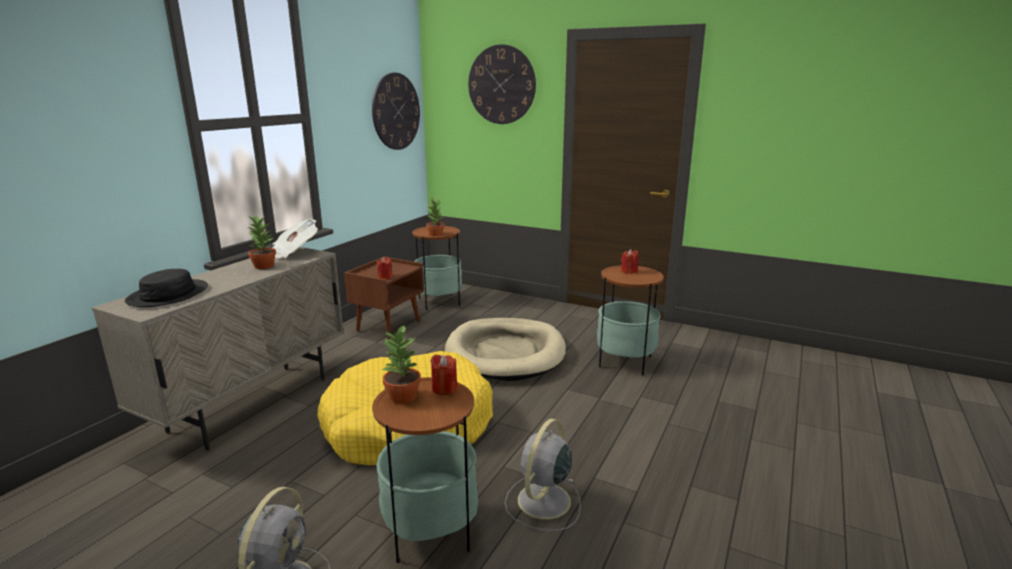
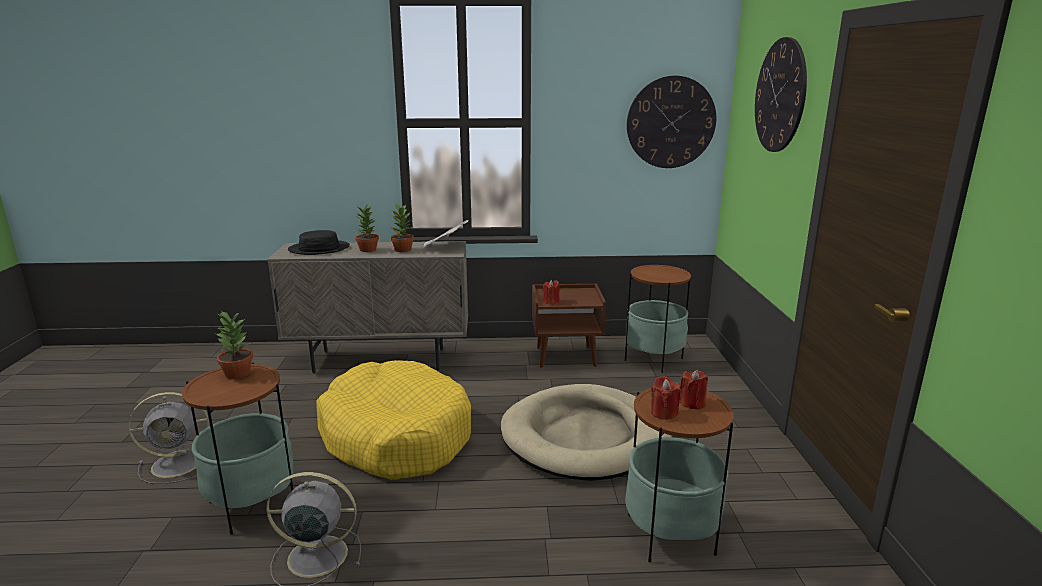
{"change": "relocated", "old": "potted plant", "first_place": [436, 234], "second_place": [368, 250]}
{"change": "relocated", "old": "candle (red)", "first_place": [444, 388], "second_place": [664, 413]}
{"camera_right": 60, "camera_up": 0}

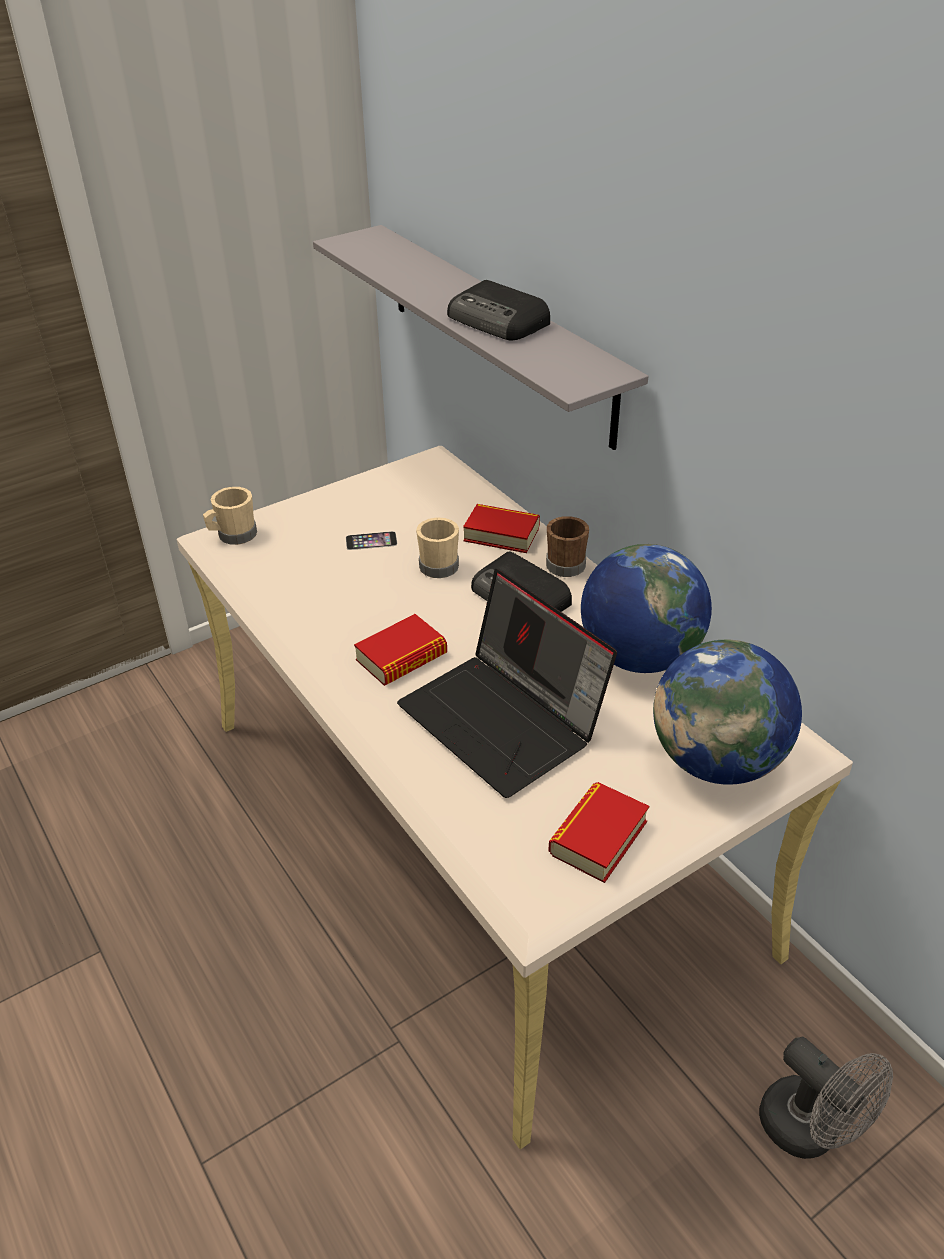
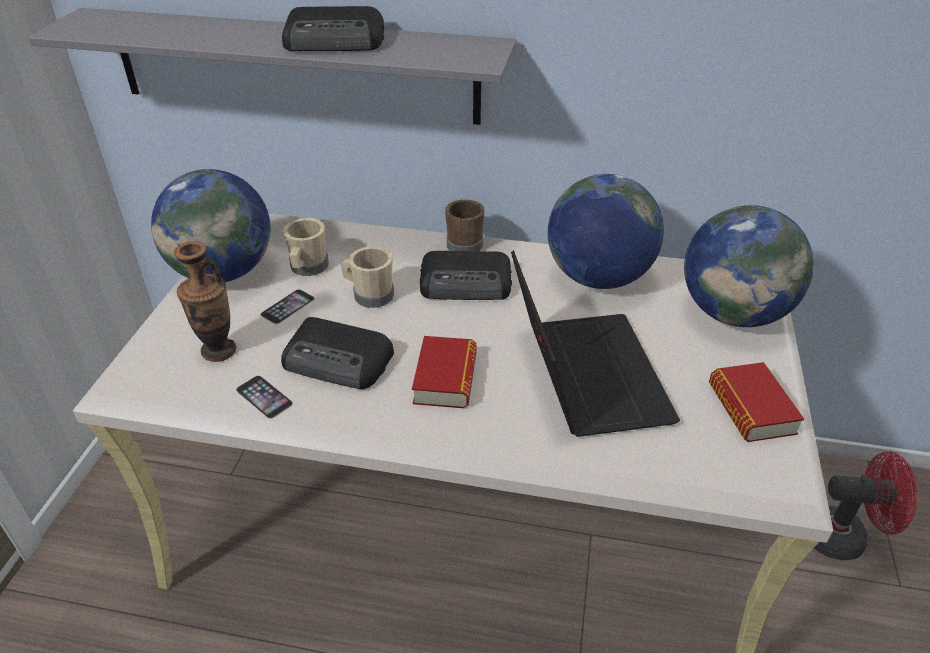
{"change": "relocated", "old": "mug (beige)", "first_place": [233, 536], "second_place": [307, 268]}
{"change": "missing", "old": "book", "first_place": [501, 534]}
{"change": "spun", "old": "laptop", "first_place": [505, 720], "second_place": [584, 374], "degrees": -105}
{"change": "colour", "old": "fan (grey)", "new": "fan (red)", "first_place": [810, 1131], "second_place": [844, 537]}
{"change": "appeared", "new": "globe", "second_place": [224, 272]}
{"change": "appeared", "new": "vase", "second_place": [218, 350]}
{"change": "appeared", "new": "radio", "second_place": [339, 361]}
{"change": "appeared", "new": "phone", "second_place": [264, 396]}
{"camera_right": -45, "camera_up": 0}

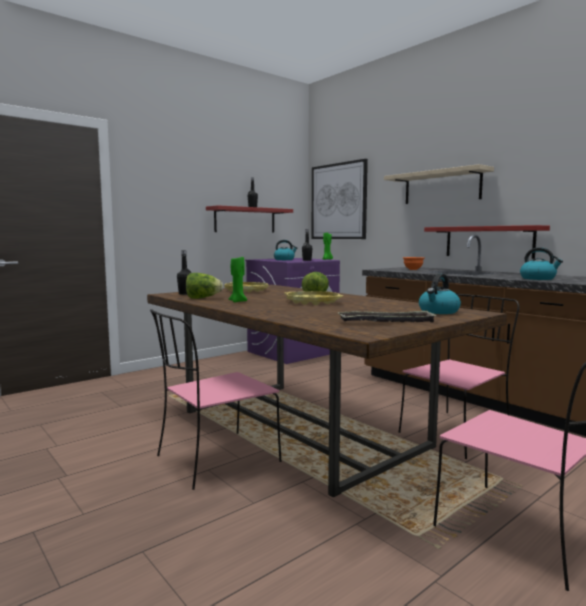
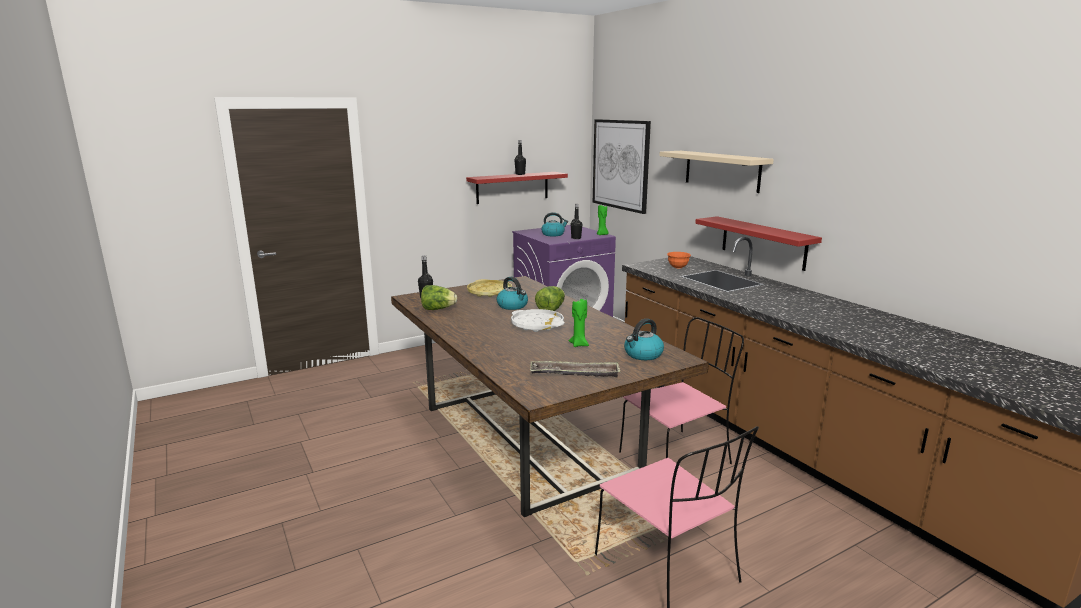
{"change": "relocated", "old": "kettle", "first_place": [538, 278], "second_place": [513, 306]}
{"change": "relocated", "old": "candle (green)", "first_place": [238, 301], "second_place": [579, 344]}
{"change": "colour", "old": "tray (yellow)", "new": "tray (white)", "first_place": [313, 302], "second_place": [537, 325]}
{"change": "missing", "old": "chair (pink)", "first_place": [215, 460]}
{"camera_right": 10, "camera_up": 10}

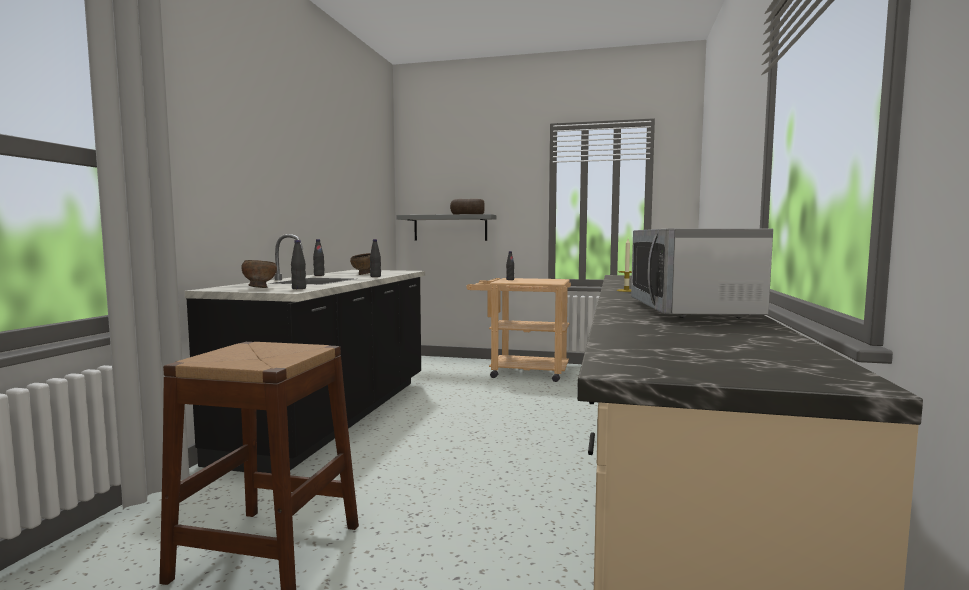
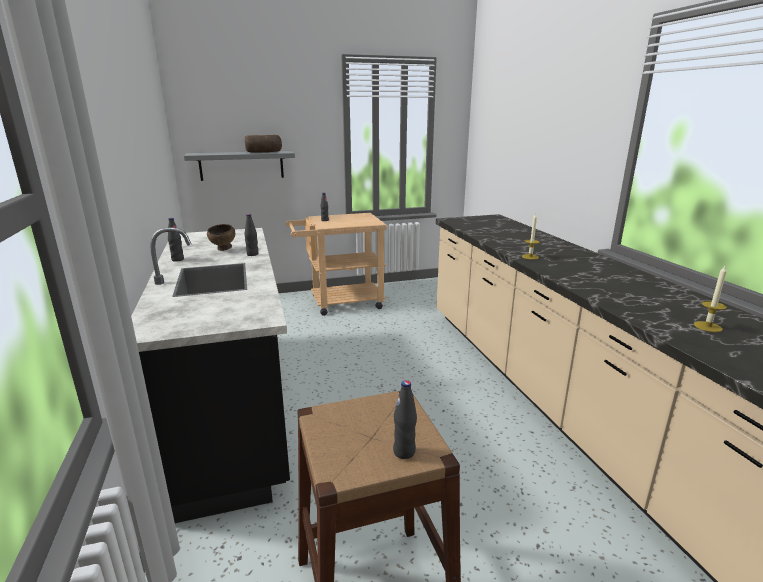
{"change": "missing", "old": "microwave", "first_place": [692, 310]}
{"change": "relocated", "old": "bottle (black)", "first_place": [299, 288], "second_place": [404, 452]}
{"change": "missing", "old": "bowl (brown)", "first_place": [259, 288]}
{"change": "appeared", "new": "candle", "second_place": [707, 326]}
{"camera_right": -30, "camera_up": 15}

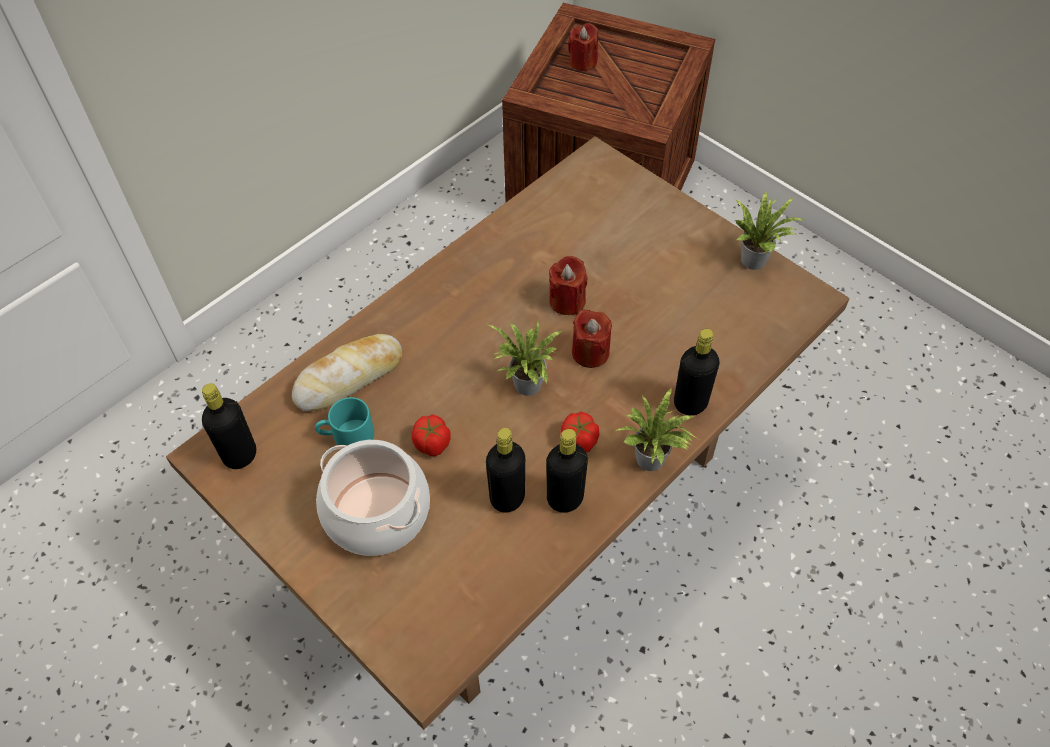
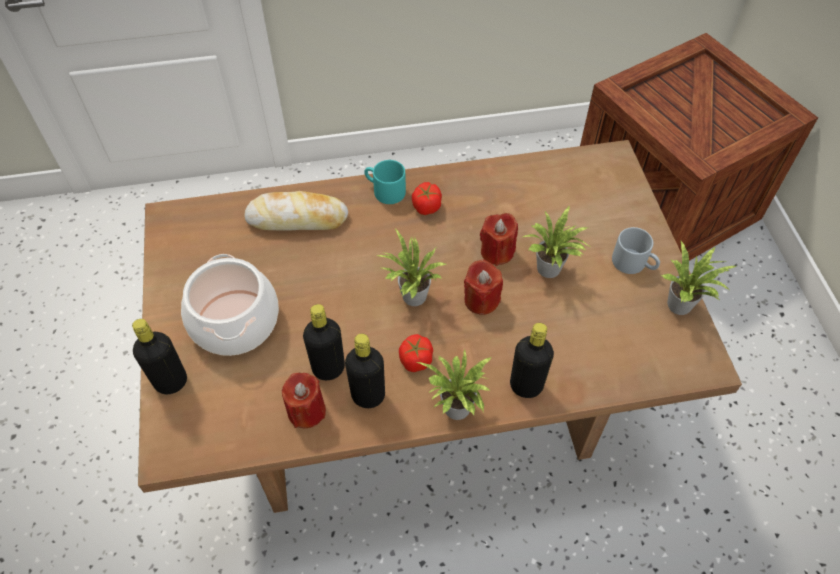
{"change": "relocated", "old": "candle (red)", "first_place": [583, 62], "second_place": [306, 411]}
{"change": "relocated", "old": "bottle (black)", "first_place": [240, 455], "second_place": [171, 382]}
{"change": "relocated", "old": "mug (turquoise)", "first_place": [347, 436], "second_place": [384, 191]}
{"change": "relocated", "old": "tomato", "first_place": [432, 443], "second_place": [426, 207]}
{"change": "appeared", "new": "potted plant", "second_place": [550, 271]}
{"change": "appeared", "new": "mug (grey)", "second_place": [634, 263]}
{"camera_right": 35, "camera_up": 0}

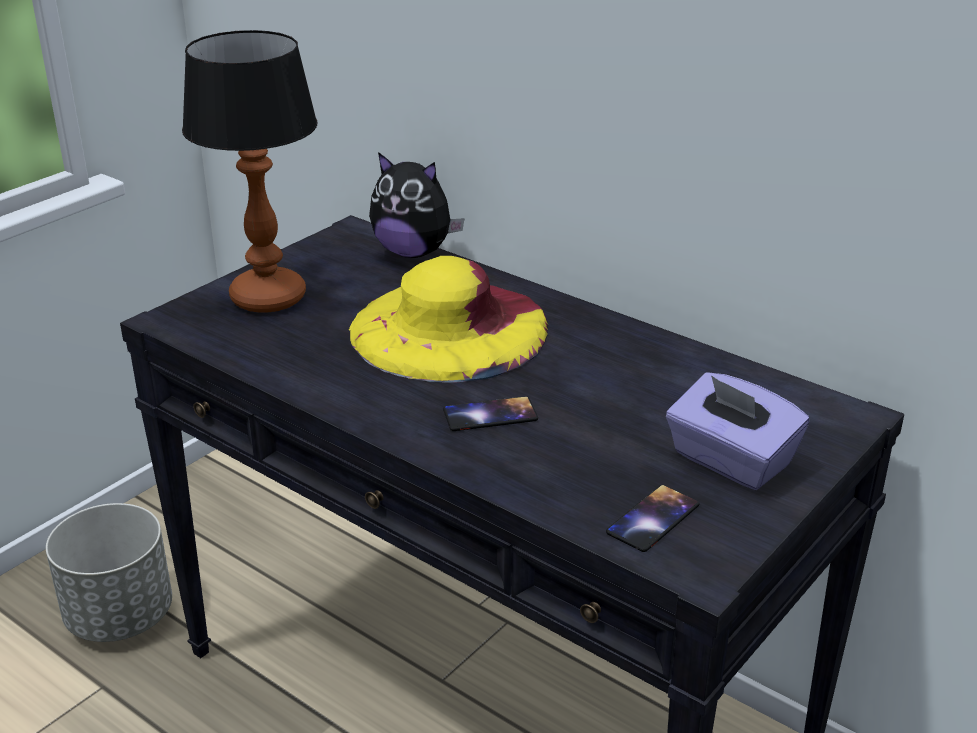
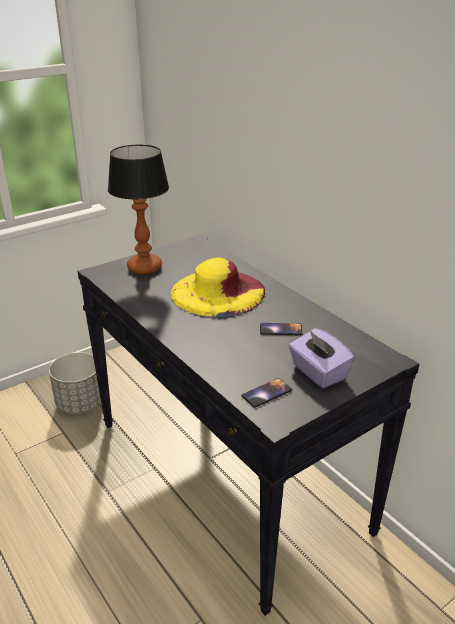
{"change": "missing", "old": "plush toy", "first_place": [414, 252]}
{"change": "relocated", "old": "phone", "first_place": [490, 415], "second_place": [280, 329]}
{"camera_right": 15, "camera_up": 0}

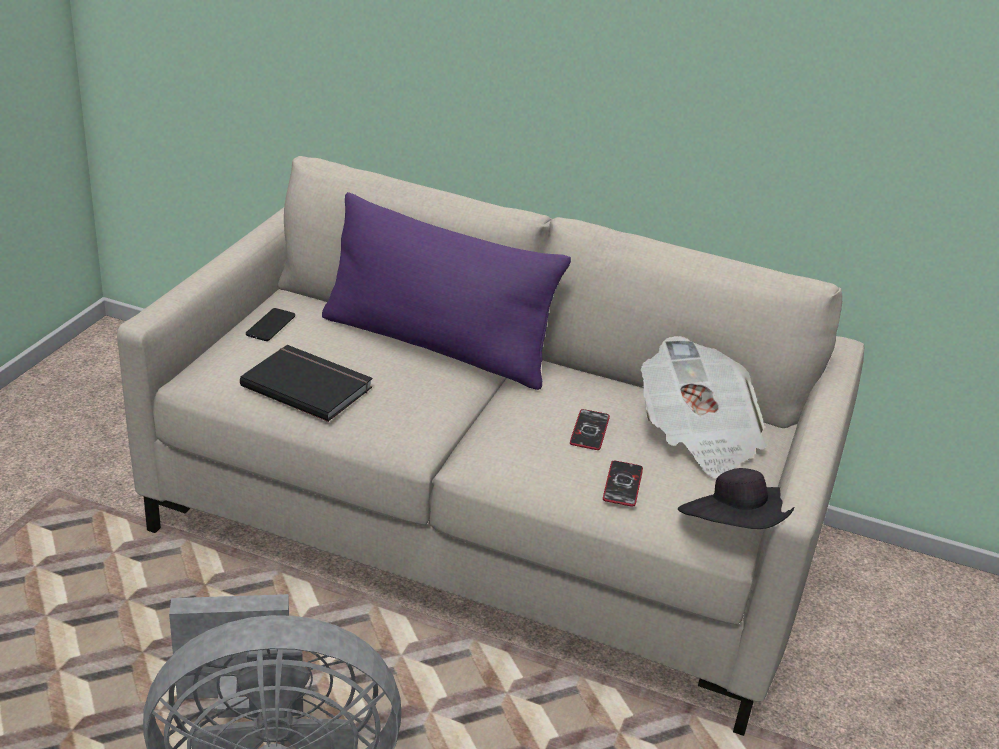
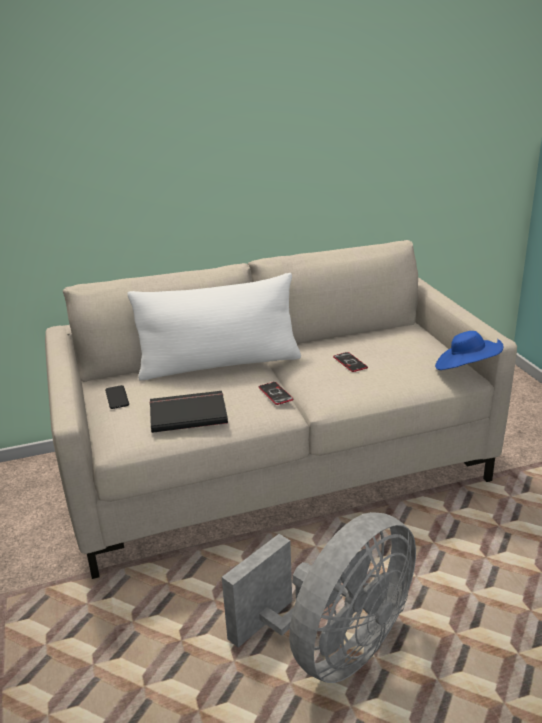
{"change": "colour", "old": "pillow (purple)", "new": "pillow (white)", "first_place": [435, 345], "second_place": [219, 364]}
{"change": "missing", "old": "newspaper", "first_place": [698, 437]}
{"change": "relocated", "old": "phone", "first_place": [622, 484], "second_place": [275, 394]}
{"change": "colour", "old": "hat (black)", "new": "hat (blue)", "first_place": [733, 528], "second_place": [465, 368]}
{"camera_right": -35, "camera_up": -5}

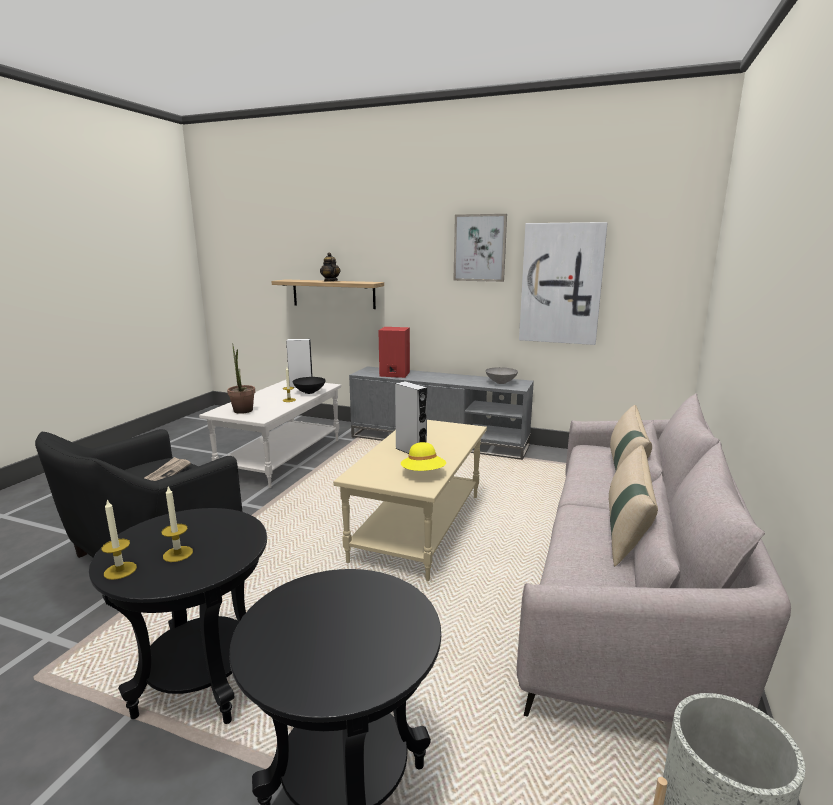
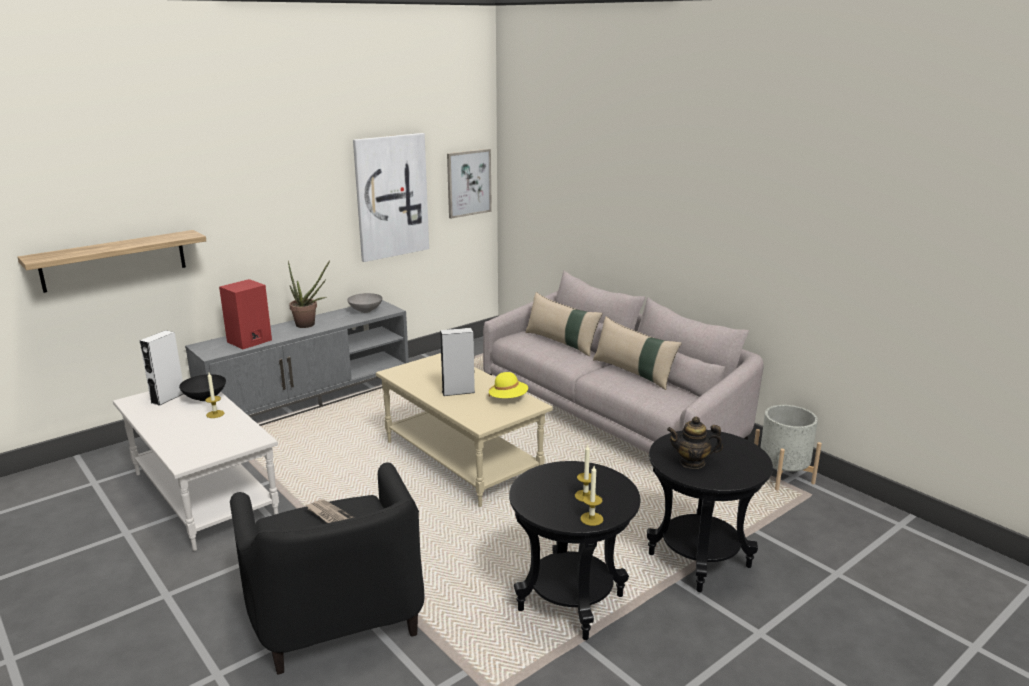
{"change": "relocated", "old": "picture", "first_place": [480, 248], "second_place": [468, 183]}
{"change": "relocated", "old": "teapot", "first_place": [330, 281], "second_place": [692, 462]}
{"change": "relocated", "old": "potted plant", "first_place": [243, 412], "second_place": [309, 325]}
{"camera_right": -60, "camera_up": 5}

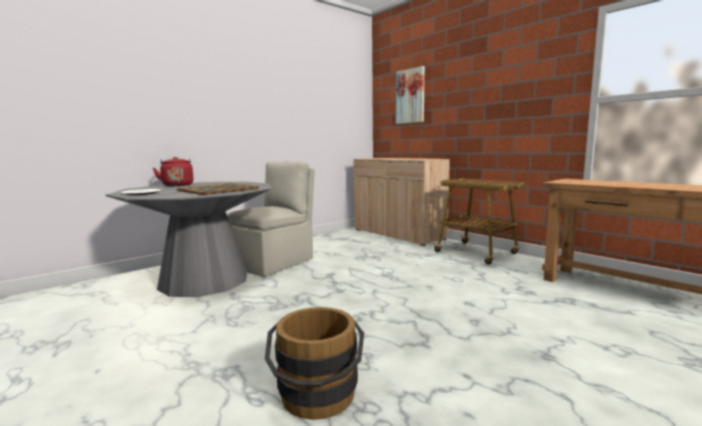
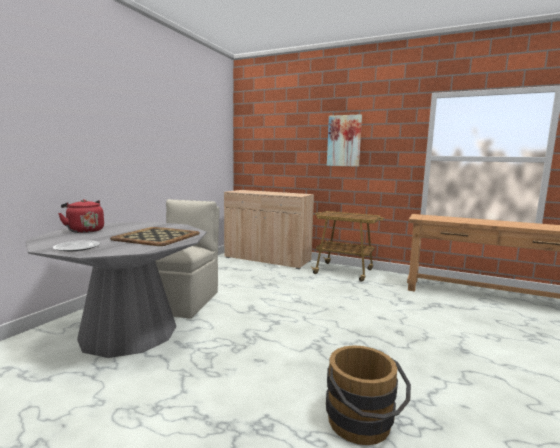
{"change": "relocated", "old": "picture", "first_place": [410, 96], "second_place": [344, 141]}
{"camera_right": -25, "camera_up": 0}

